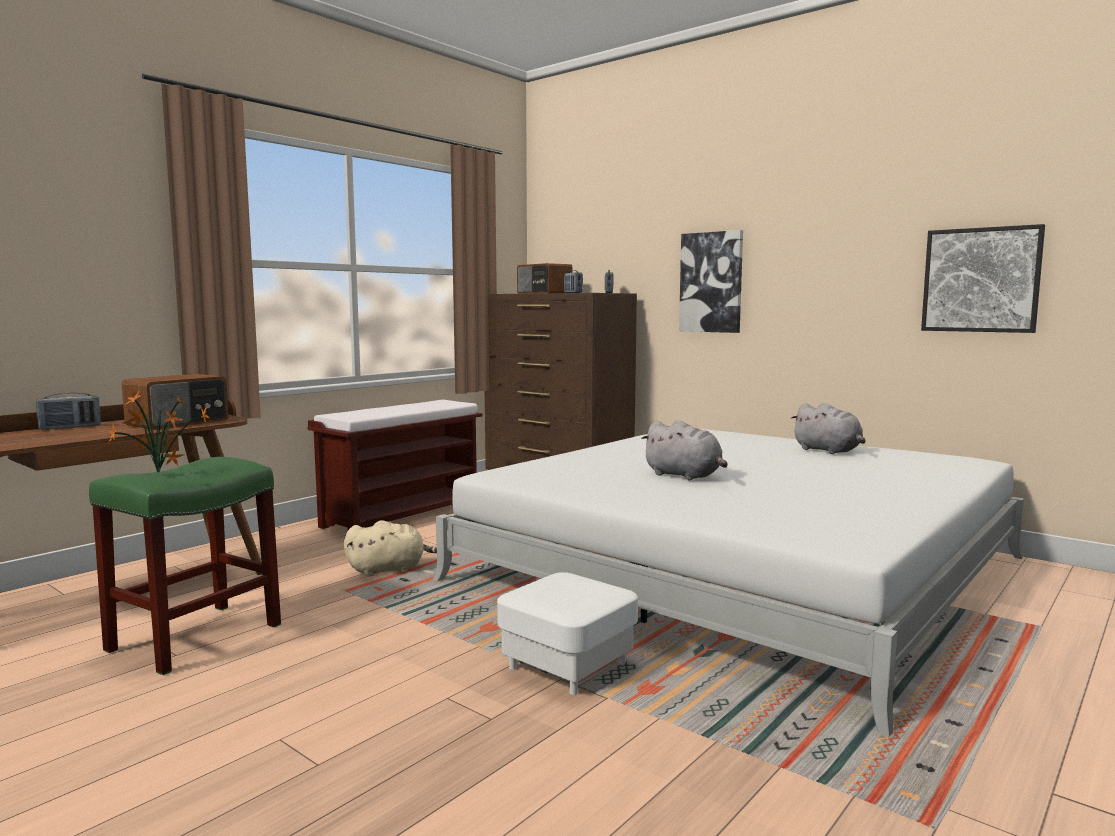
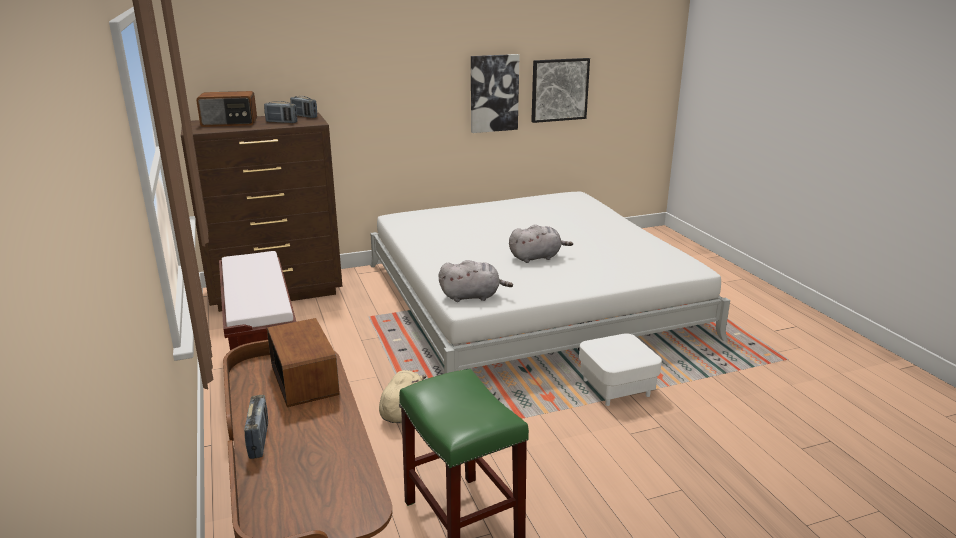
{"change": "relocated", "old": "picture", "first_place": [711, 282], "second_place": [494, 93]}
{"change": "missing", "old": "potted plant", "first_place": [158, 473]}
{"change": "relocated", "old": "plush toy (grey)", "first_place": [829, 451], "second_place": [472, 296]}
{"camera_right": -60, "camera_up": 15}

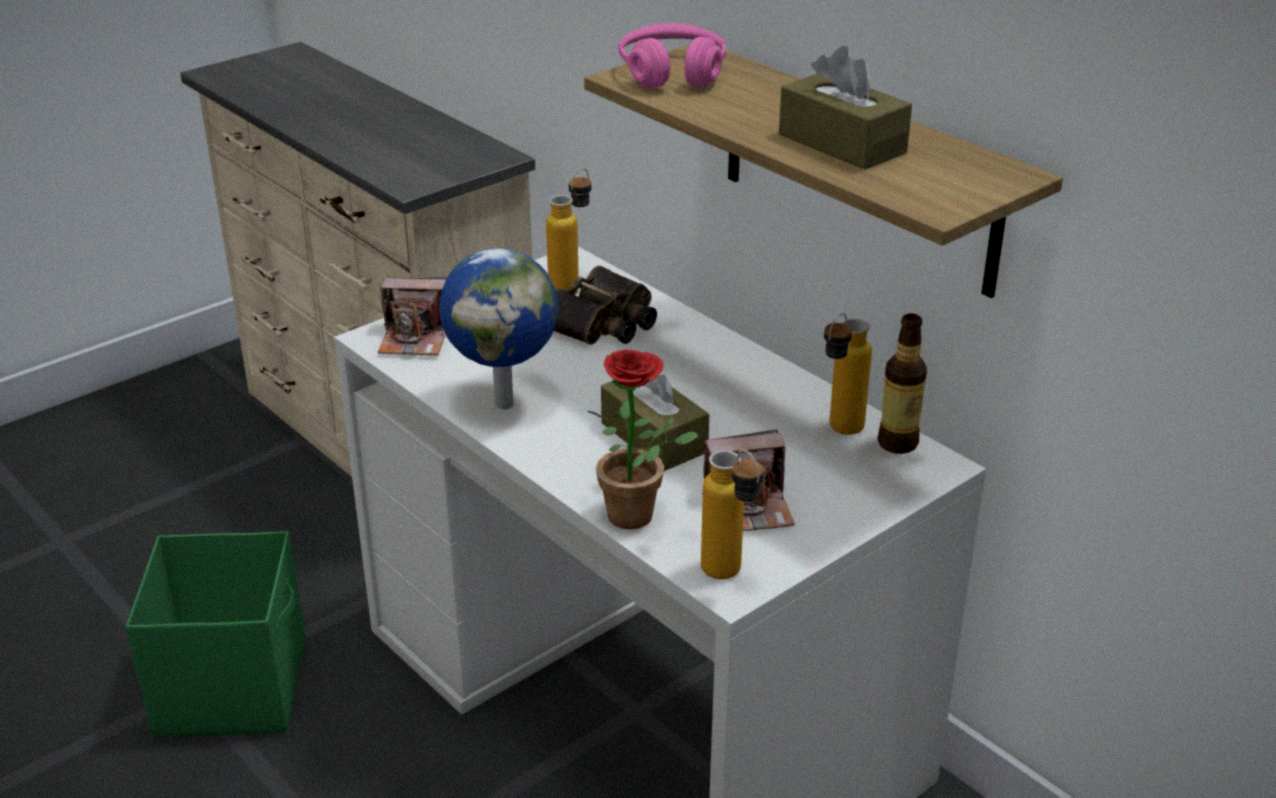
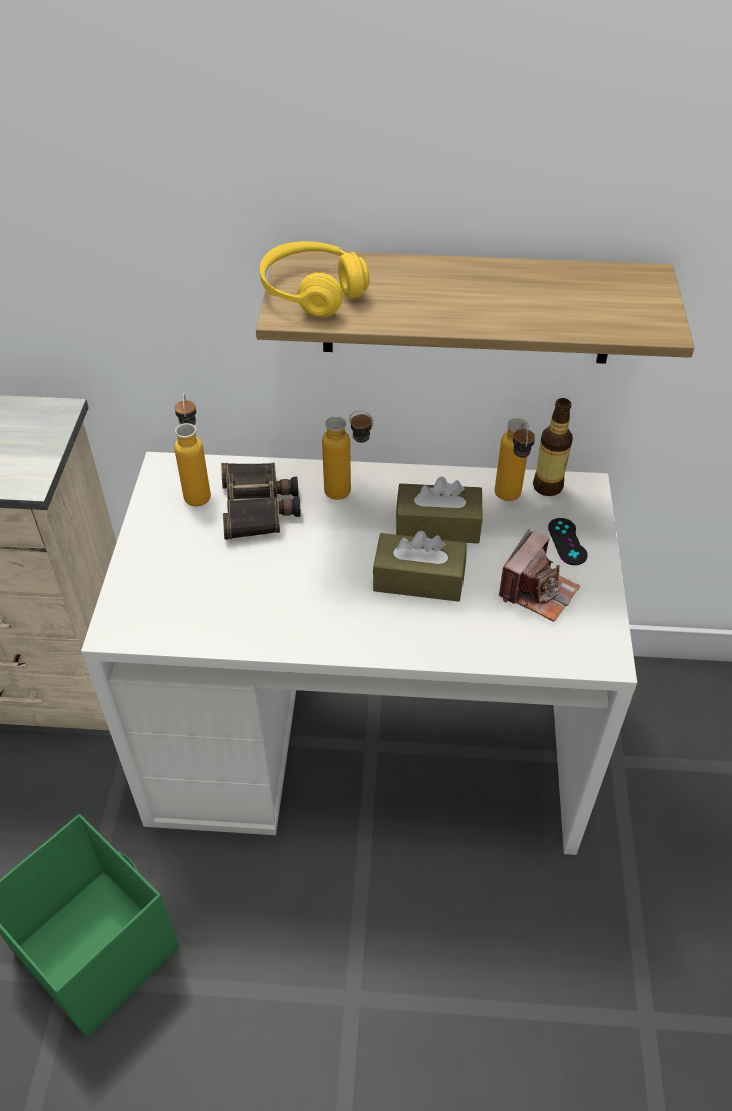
{"change": "colour", "old": "headphones (pink)", "new": "headphones (yellow)", "first_place": [672, 73], "second_place": [312, 292]}
{"change": "relocated", "old": "tissue box (brown)", "first_place": [842, 143], "second_place": [438, 526]}
{"change": "missing", "old": "globe", "first_place": [505, 402]}
{"change": "missing", "old": "photo camera", "first_place": [415, 339]}
{"change": "missing", "old": "potted plant", "first_place": [640, 517]}
{"change": "relocated", "old": "bottle", "first_place": [730, 577], "second_place": [348, 493]}
{"change": "appeared", "new": "game controller (black)", "second_place": [567, 541]}
{"camera_right": -45, "camera_up": 15}

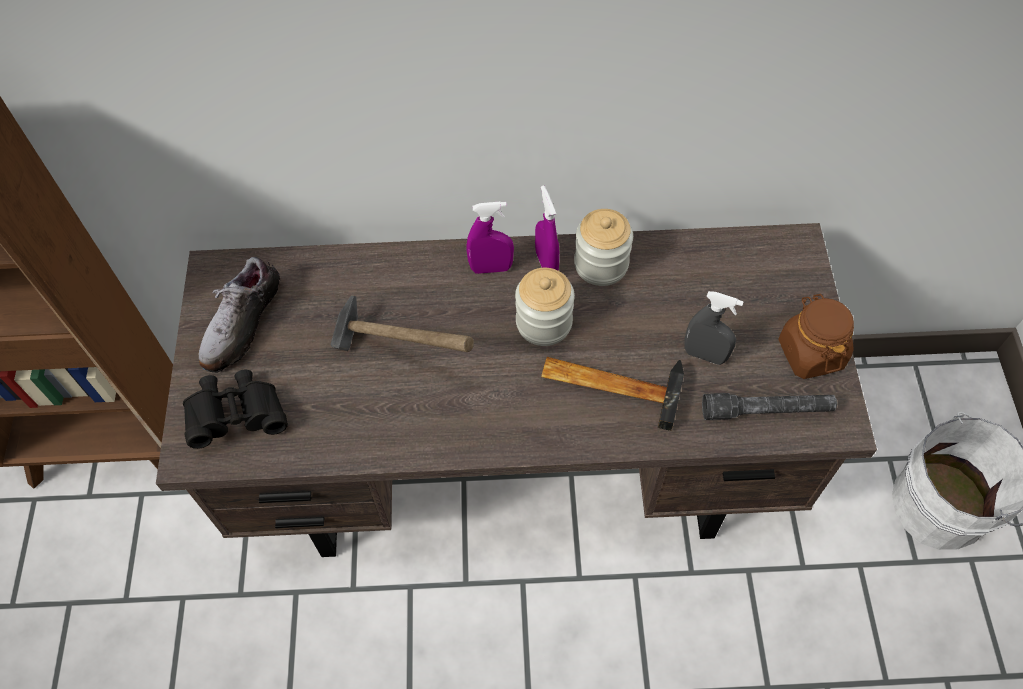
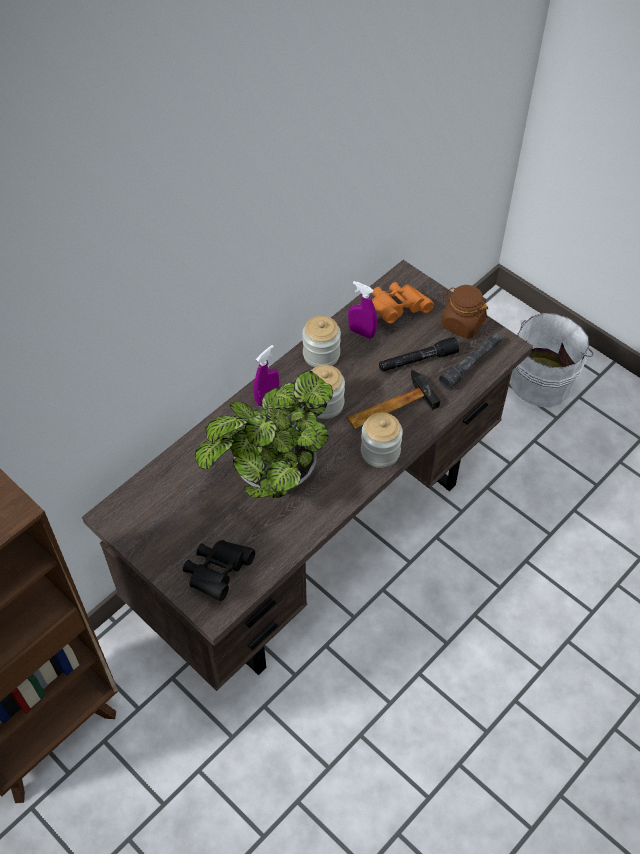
{"change": "relocated", "old": "spray bottle (purple)", "first_place": [546, 264], "second_place": [361, 332]}
{"change": "missing", "old": "shoe", "first_place": [241, 324]}
{"change": "exchanged", "old": "spray bottle (grey)", "new": "flashlight (black)", "first_place": [705, 355], "second_place": [417, 360]}
{"change": "exchanged", "old": "hammer", "new": "potted plant", "first_place": [400, 357], "second_place": [271, 476]}
{"change": "appeared", "new": "binoculars (orange)", "second_place": [398, 309]}
{"change": "appeared", "new": "jar", "second_place": [380, 452]}
{"camera_right": -45, "camera_up": -5}

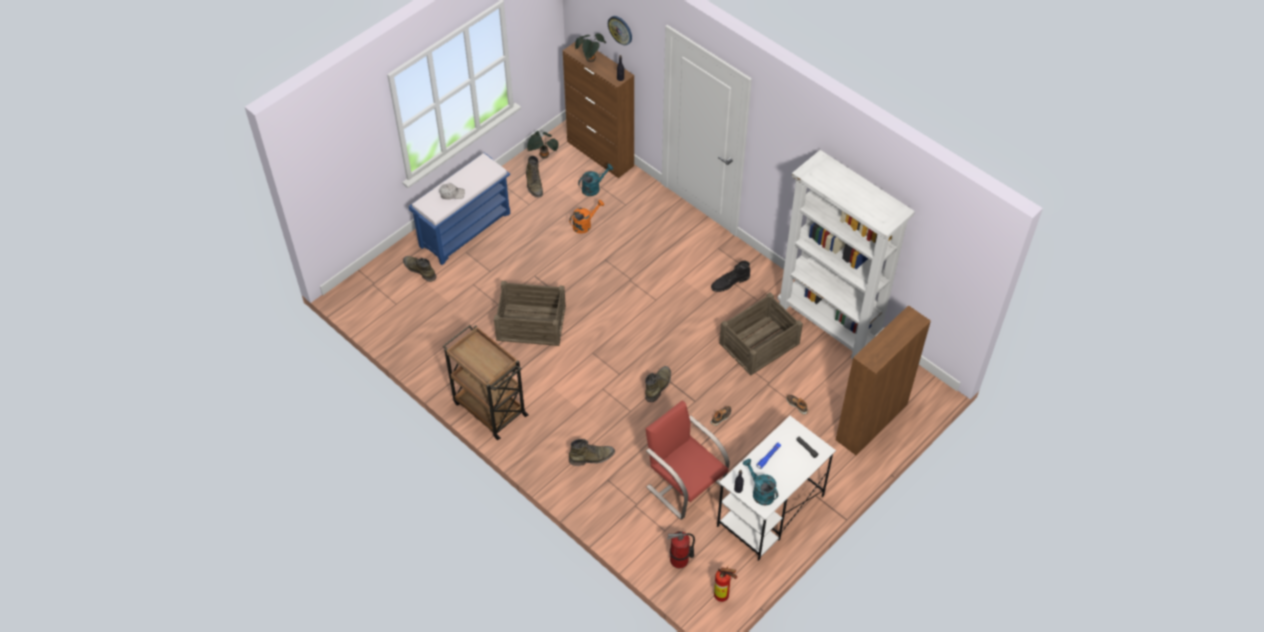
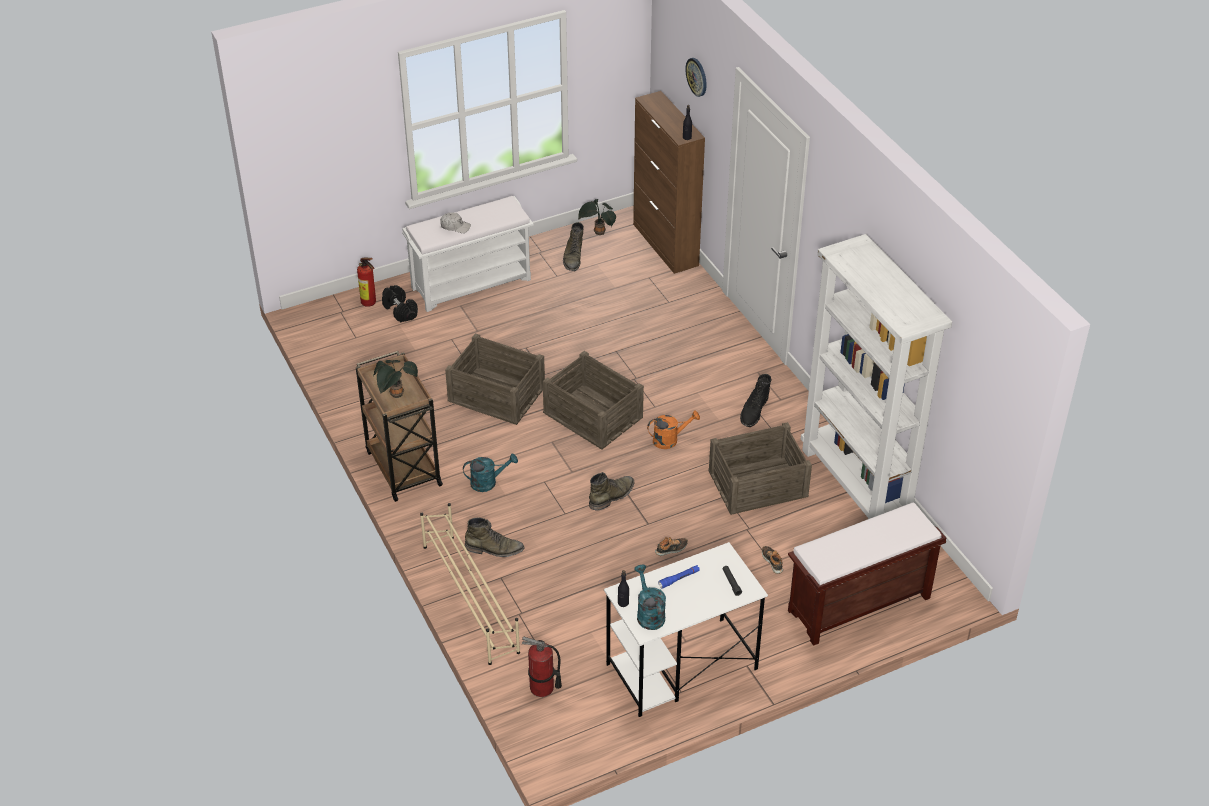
{"change": "relocated", "old": "potted plant", "first_place": [590, 60], "second_place": [396, 395]}
{"change": "colour", "old": "bench (blue)", "new": "bench (white)", "first_place": [465, 229], "second_place": [472, 283]}
{"change": "relocated", "old": "watering can (turquoise)", "first_place": [594, 188], "second_place": [488, 482]}
{"change": "relocated", "old": "watering can (orange)", "first_place": [585, 224], "second_place": [670, 440]}
{"change": "exchanged", "old": "boot (green)", "new": "dumbbell (black)", "first_place": [420, 270], "second_place": [400, 311]}
{"change": "spun", "old": "boot (black)", "first_place": [730, 282], "second_place": [754, 411], "degrees": -60}
{"change": "exchanged", "old": "cabinet (brown)", "new": "bench (brown)", "first_place": [871, 422], "second_place": [858, 605]}
{"change": "missing", "old": "chair (red)", "first_place": [684, 484]}
{"change": "relocated", "old": "fire extinguisher", "first_place": [723, 596], "second_place": [370, 304]}
{"change": "appeared", "new": "crate", "second_place": [593, 414]}
{"change": "appeared", "new": "shoe rack (beige)", "second_place": [470, 597]}
{"camera_right": 20, "camera_up": -10}

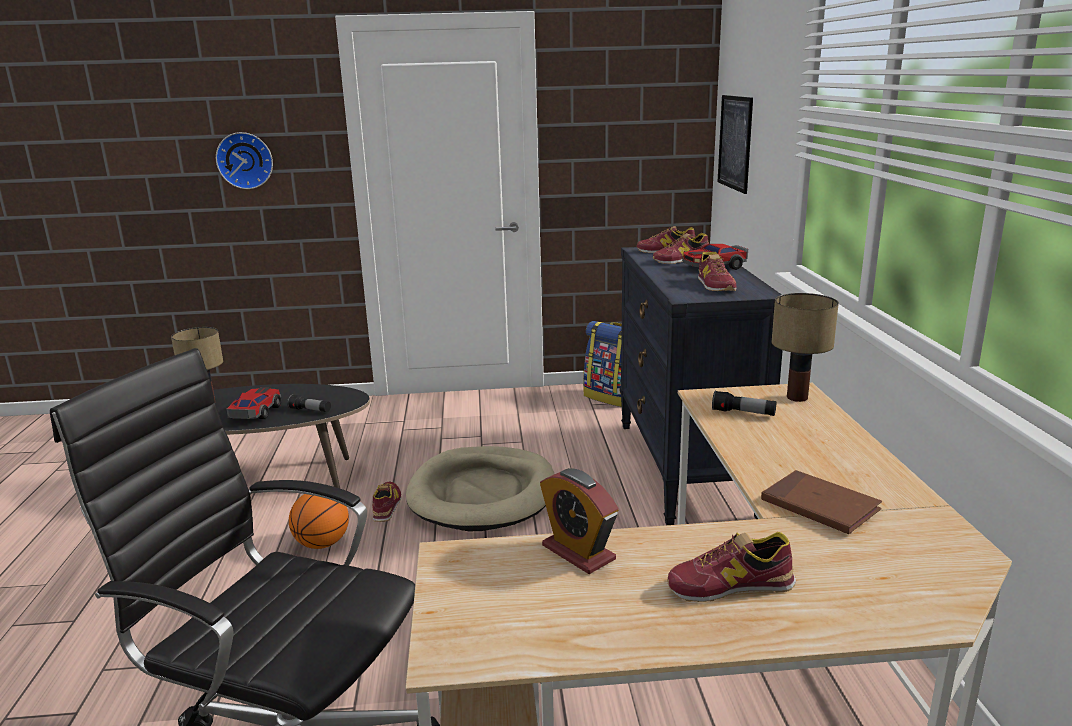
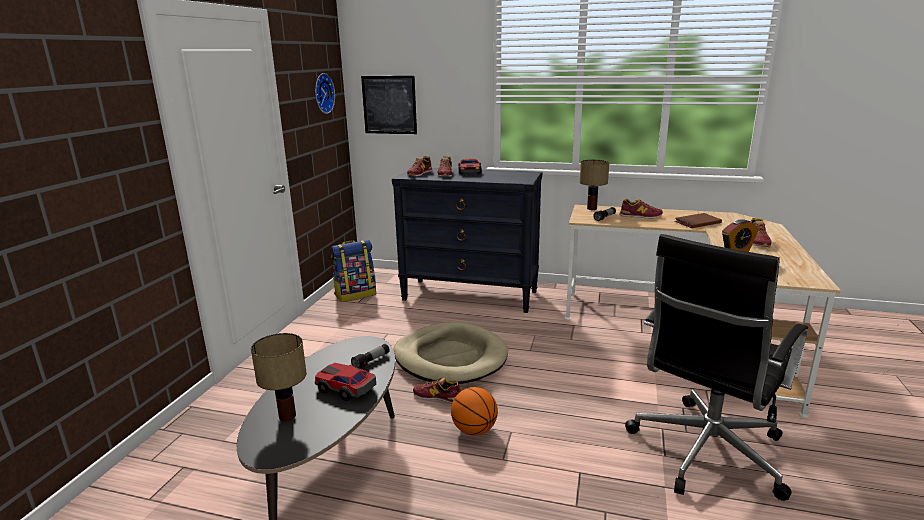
{"change": "relocated", "old": "wall clock", "first_place": [245, 160], "second_place": [322, 93]}
{"change": "relocated", "old": "shoe", "first_place": [715, 285], "second_place": [640, 216]}
{"camera_right": -70, "camera_up": 0}

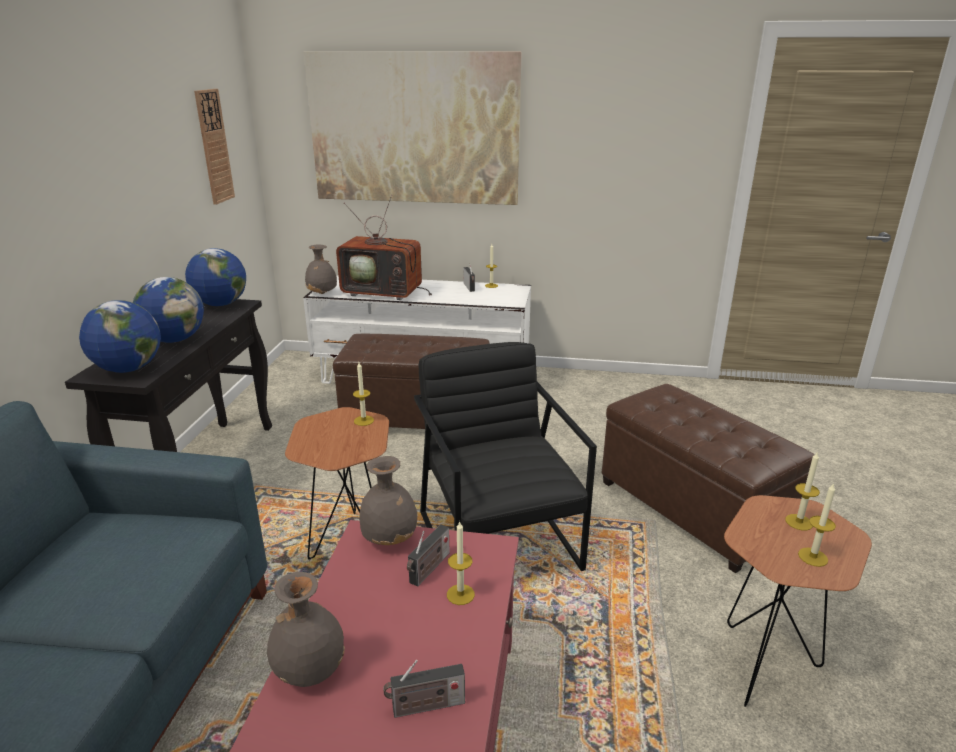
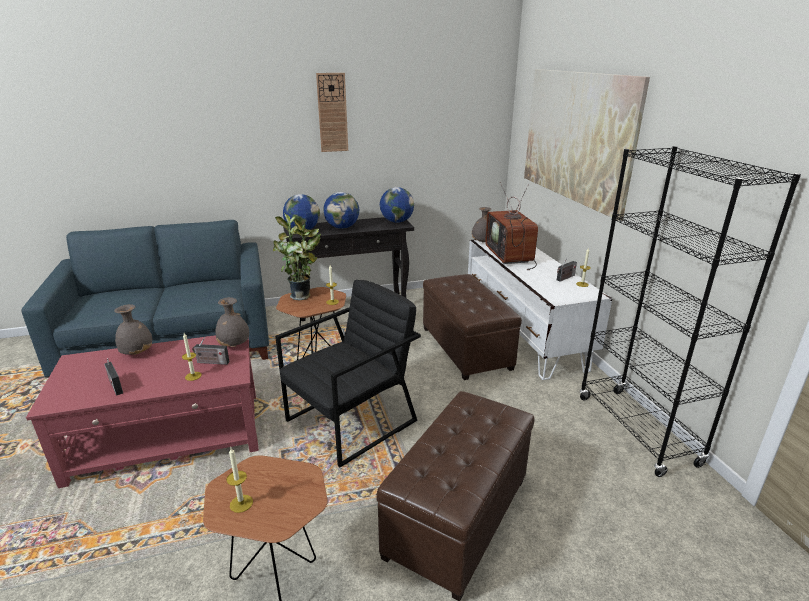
{"change": "relocated", "old": "wall clock", "first_place": [214, 147], "second_place": [332, 113]}
{"change": "missing", "old": "candle", "first_place": [799, 522]}
{"change": "appeared", "new": "bookcase (black)", "second_place": [636, 430]}
{"change": "appeared", "new": "potted plant", "second_place": [303, 296]}
{"camera_right": 65, "camera_up": 0}

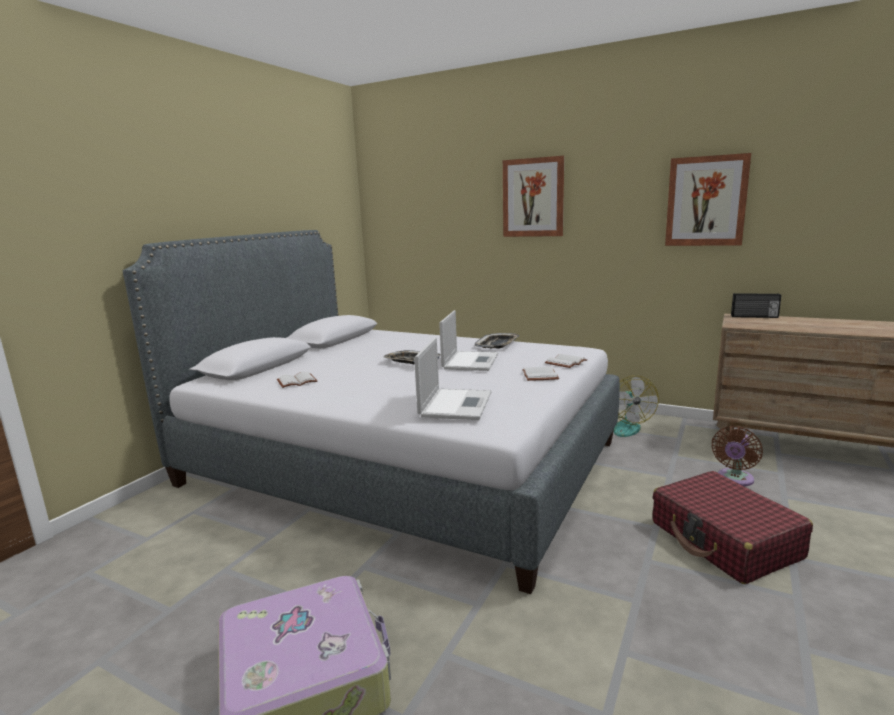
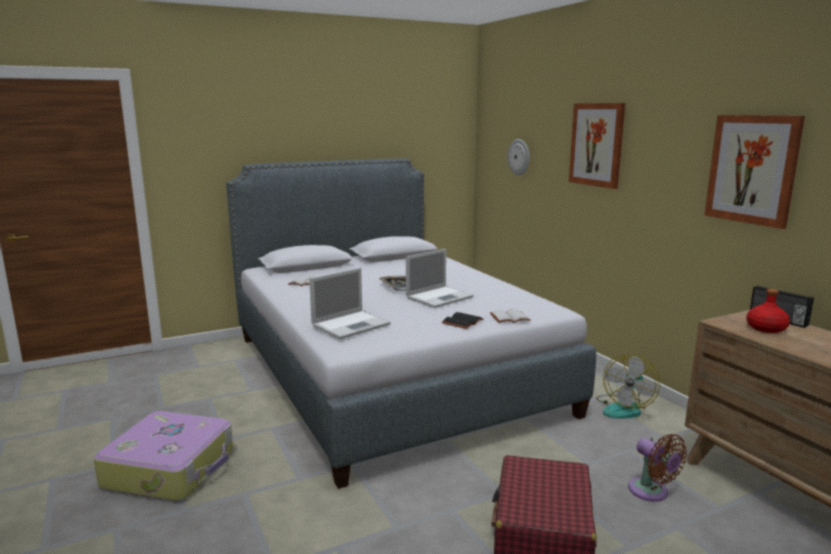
{"change": "missing", "old": "tray", "first_place": [497, 344]}
{"change": "colour", "old": "book (white)", "new": "book (black)", "first_place": [541, 375], "second_place": [463, 322]}
{"change": "spun", "old": "fan (brown)", "first_place": [734, 479], "second_place": [651, 492], "degrees": -105}
{"change": "appeared", "new": "wall clock", "second_place": [519, 157]}
{"change": "appeared", "new": "bottle (red)", "second_place": [766, 328]}
{"camera_right": 35, "camera_up": 0}

